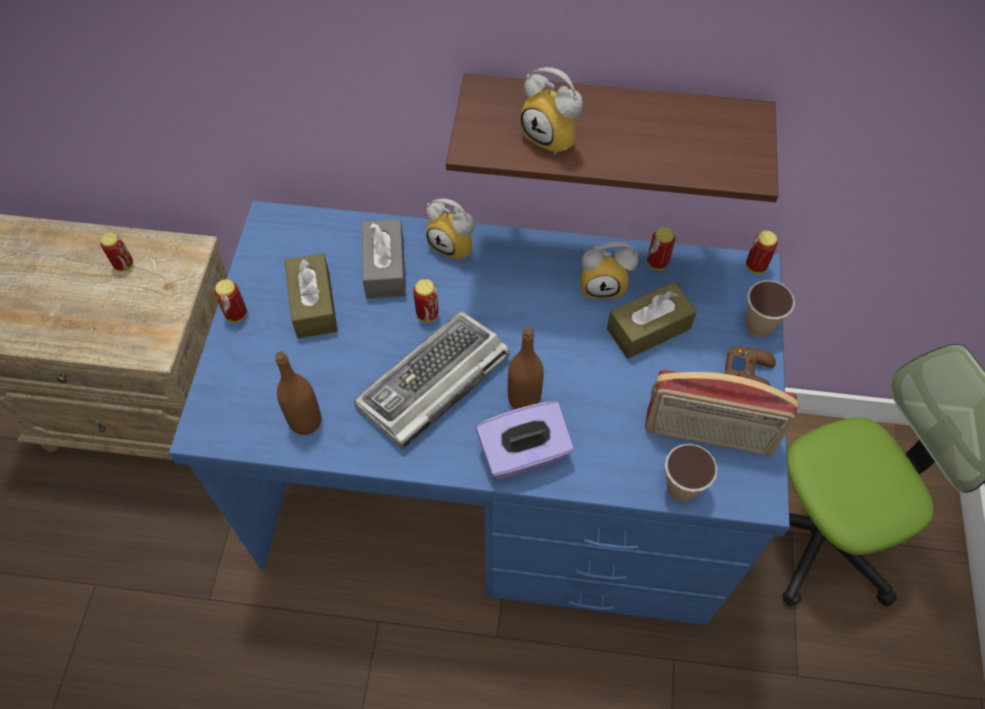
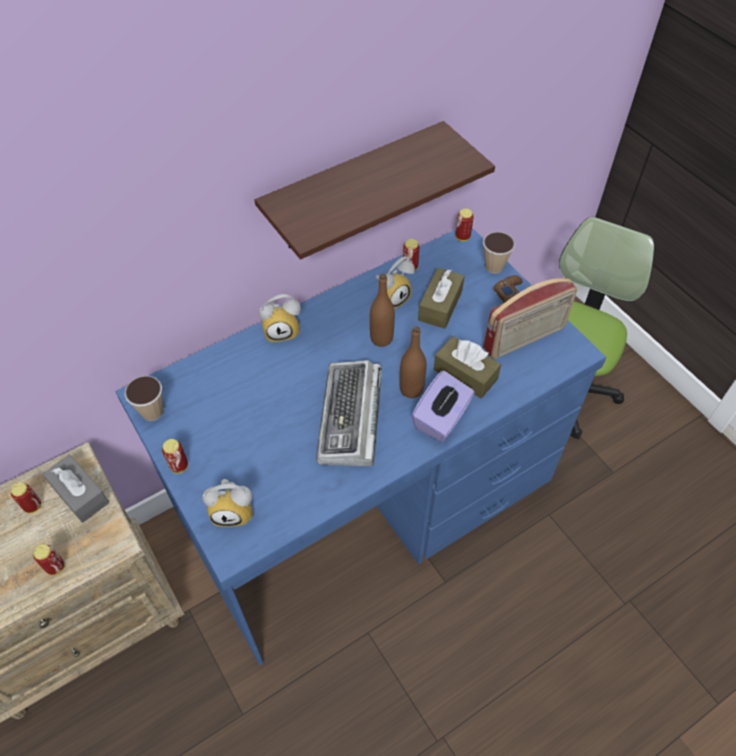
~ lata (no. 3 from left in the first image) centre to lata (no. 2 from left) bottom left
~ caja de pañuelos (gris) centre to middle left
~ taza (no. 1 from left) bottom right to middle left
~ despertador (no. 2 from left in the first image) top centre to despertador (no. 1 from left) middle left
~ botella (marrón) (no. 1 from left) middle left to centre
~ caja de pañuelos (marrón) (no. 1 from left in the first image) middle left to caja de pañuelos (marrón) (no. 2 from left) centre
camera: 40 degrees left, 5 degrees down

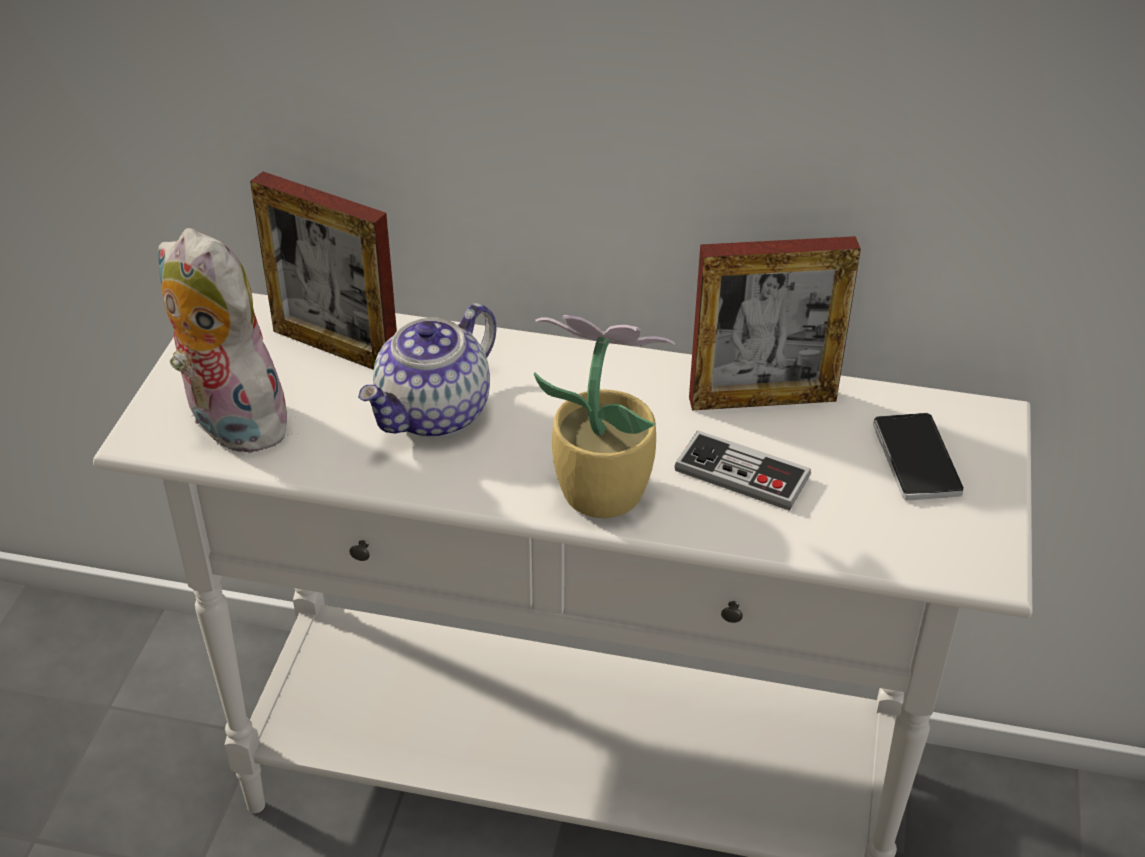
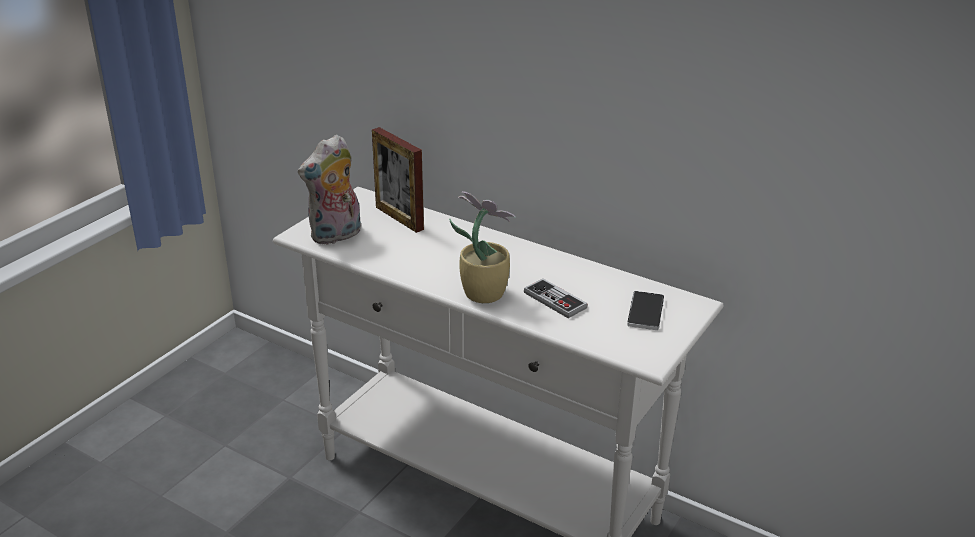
~ peluche middle left = centre 105 degrees counterclockwise
- tetera centre
- portarretratos (no. 2 from left) middle right
camera: 20 degrees right, 10 degrees down

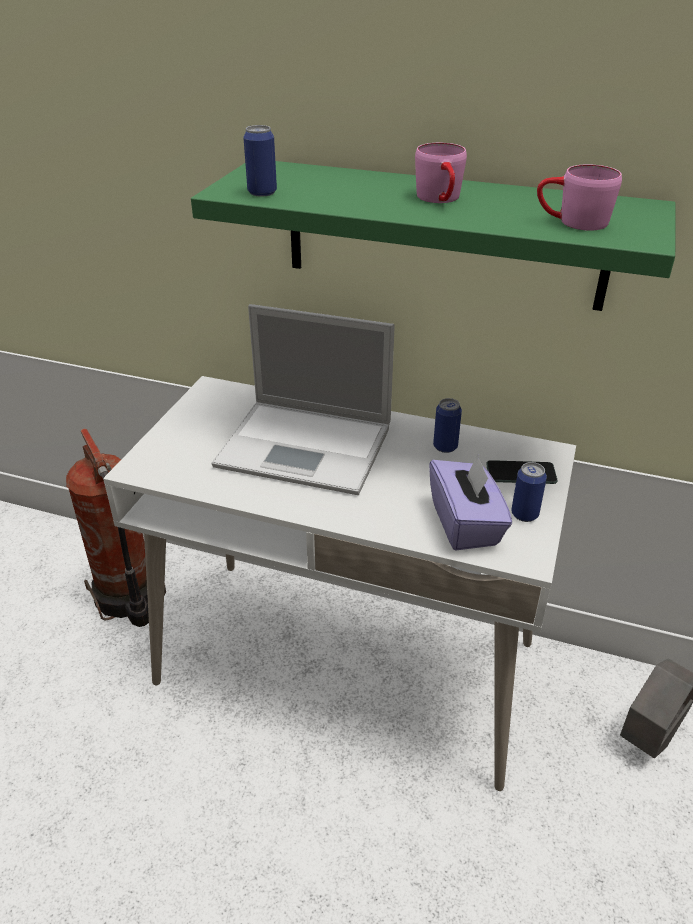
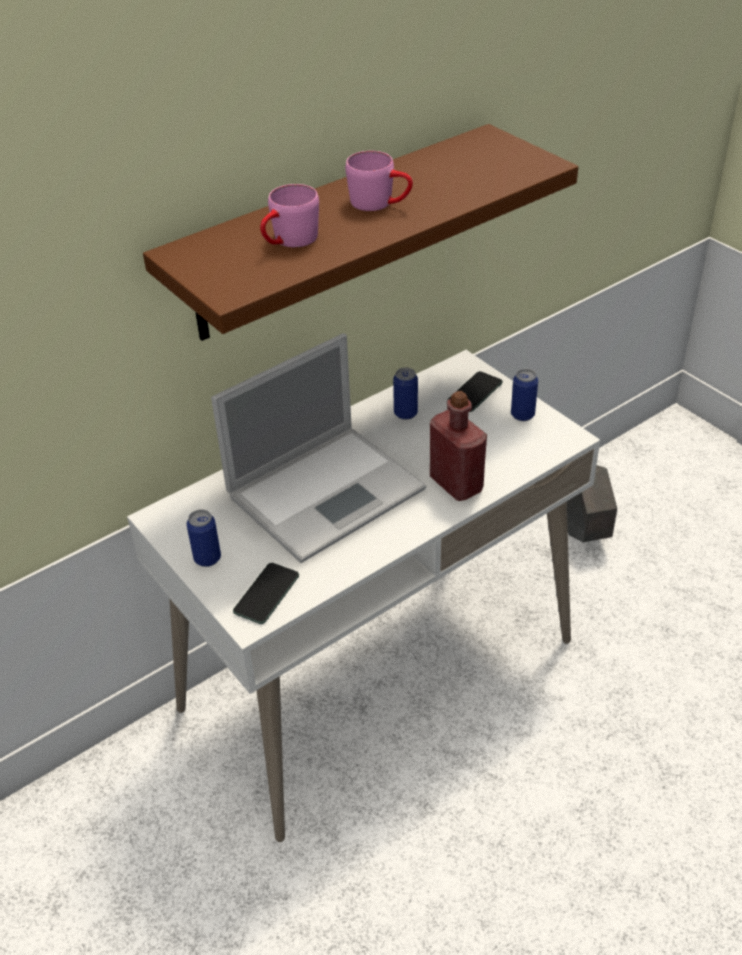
~ estante (verde) top centre to estante (marrón) top centre
~ lata (no. 1 from left) top centre to middle left
+ móvil (no. 1 from left) centre
~ taza grande (rosa) (no. 2 from left in the first image) top right to taza grande (rosa) (no. 1 from left) top centre
+ botella (rojo) centre
- extintor middle left
- caja de pañuelos (morado) middle right
camera: 55 degrees left, 5 degrees up

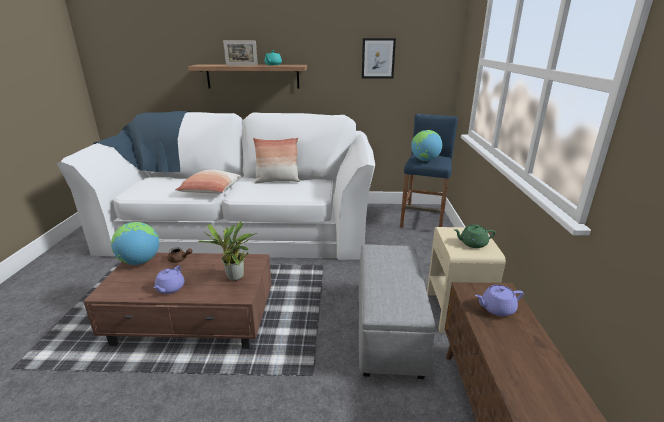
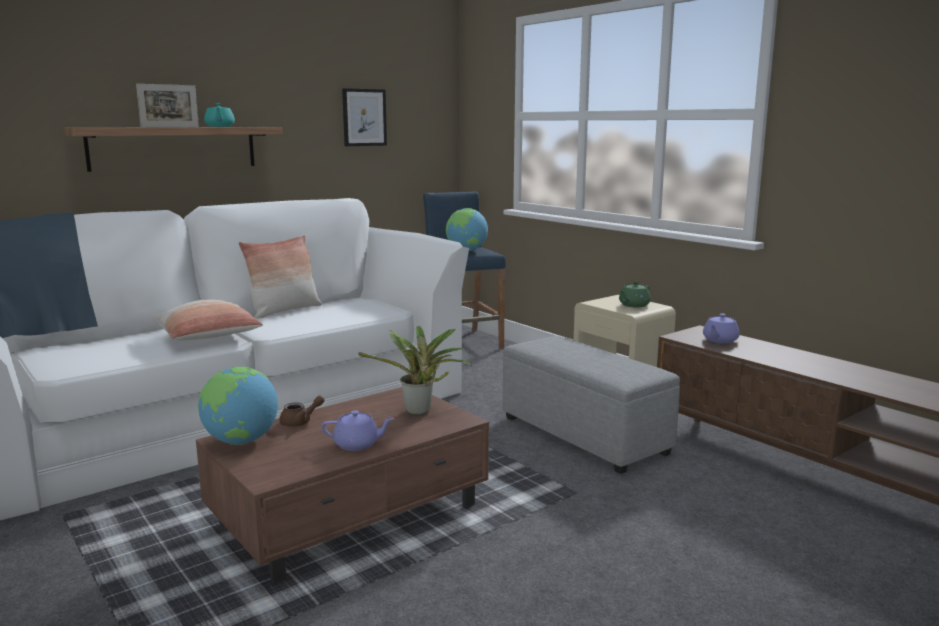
~ tetera (morado) (no. 1 from left) middle left = bottom centre 60 degrees counterclockwise
camera: 40 degrees left, 10 degrees down

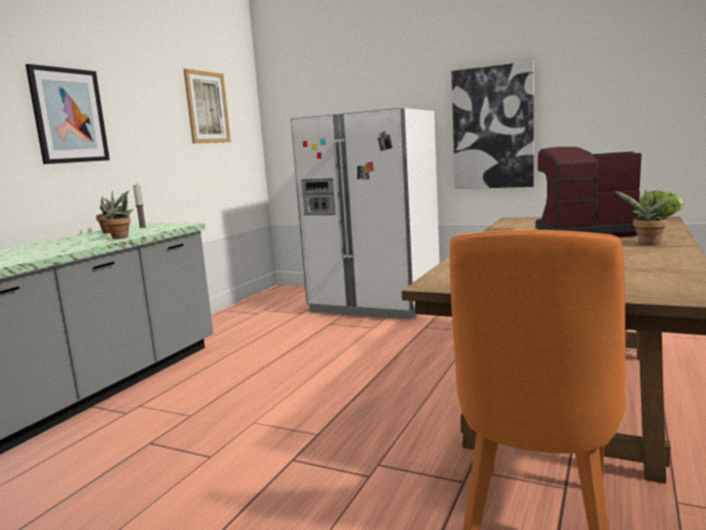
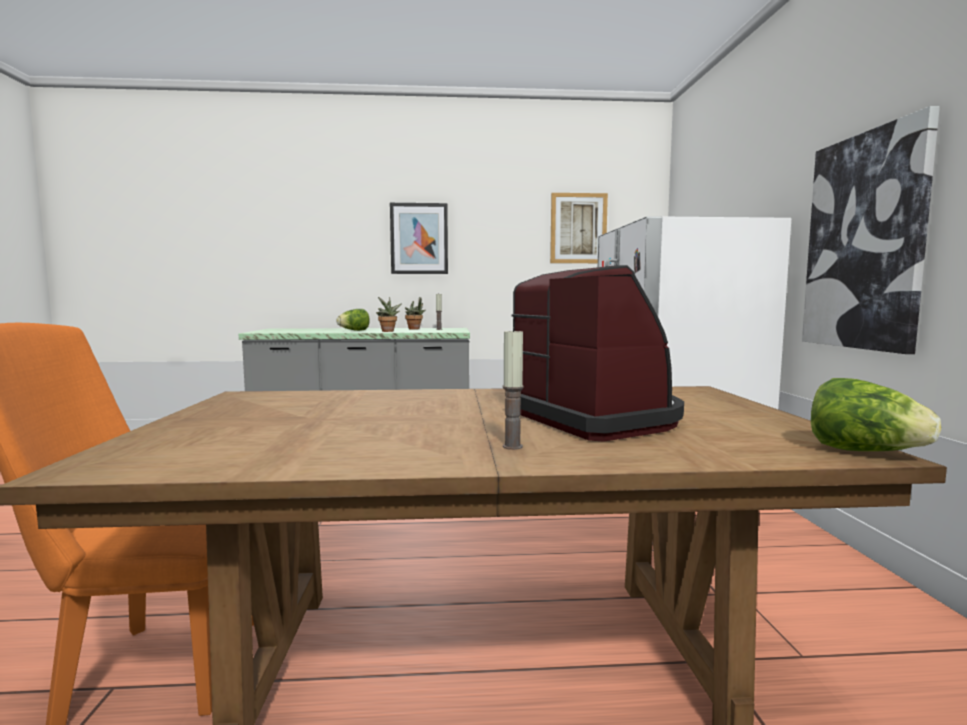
+ lechuga (no. 1 from left) centre
~ planta en maceta (no. 3 from left) middle right to vela (no. 2 from left) centre
camera: 60 degrees right, 5 degrees down

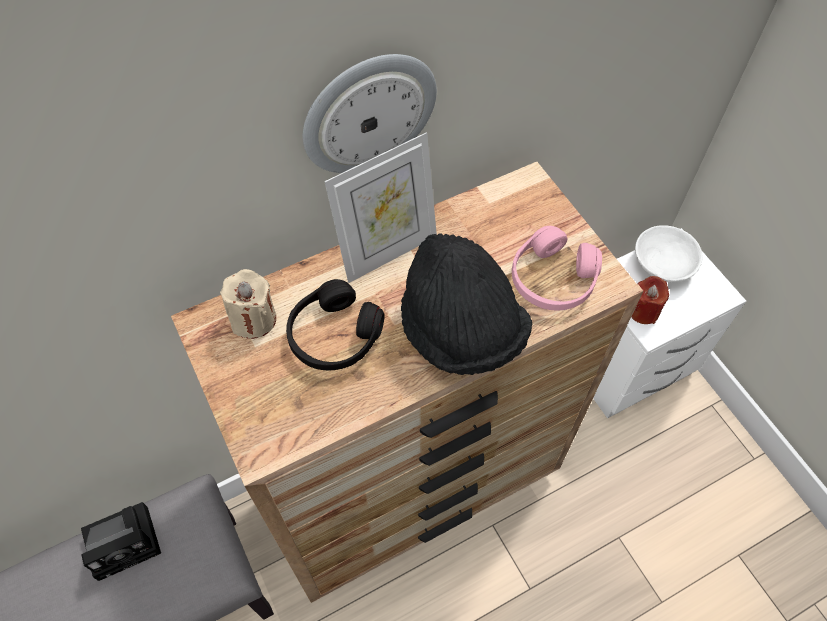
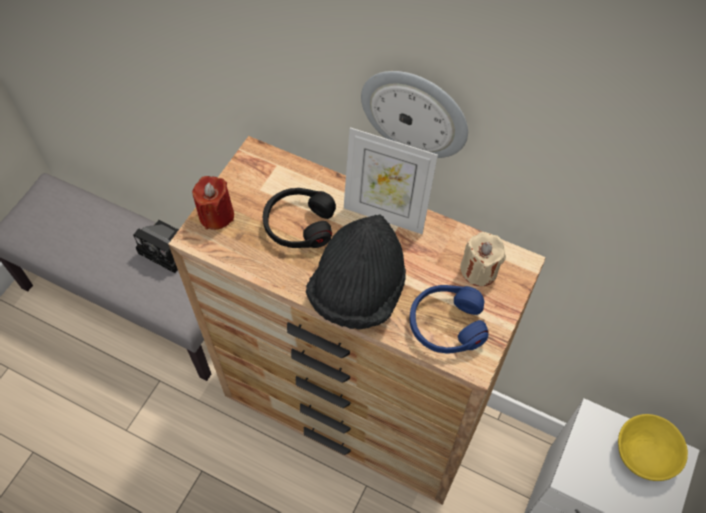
~ vela (rojo) middle right to middle left
~ auriculares (rosa) middle right to auriculares (azul) centre
~ vela (beis) middle left to middle right
~ cuenco (blanco) middle right to cuenco (amarillo) bottom right
camera: 55 degrees right, 0 degrees up

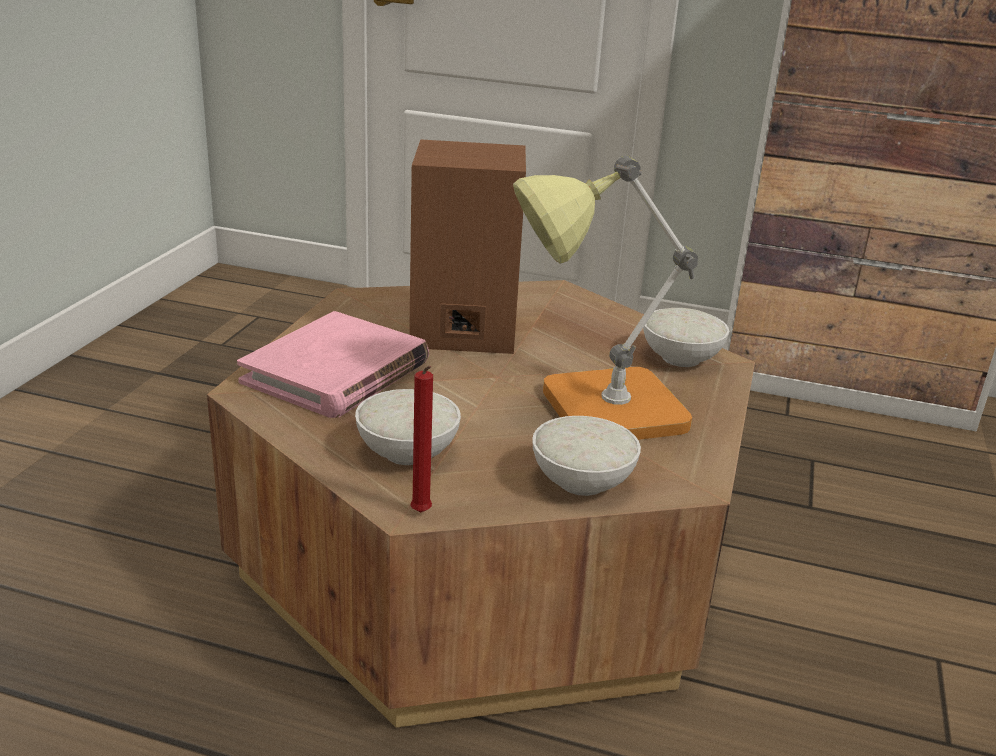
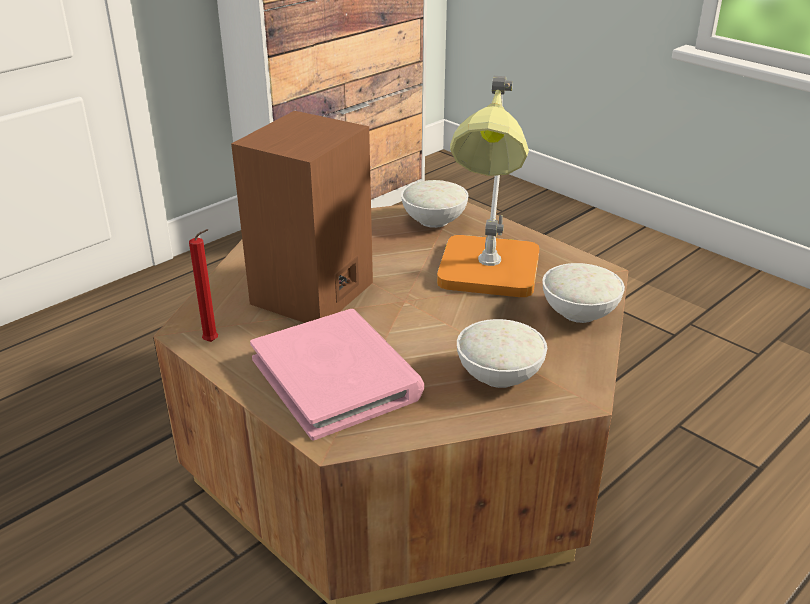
~ vela (rojo) centre to middle left
camera: 60 degrees left, 5 degrees up

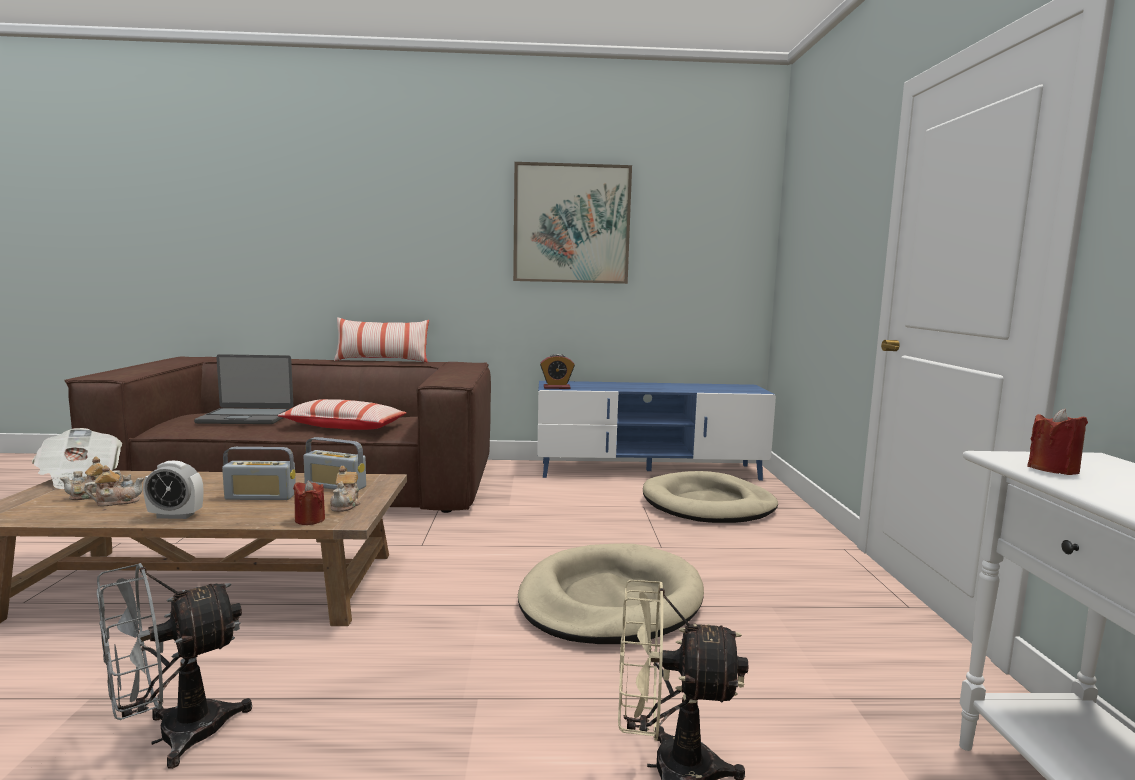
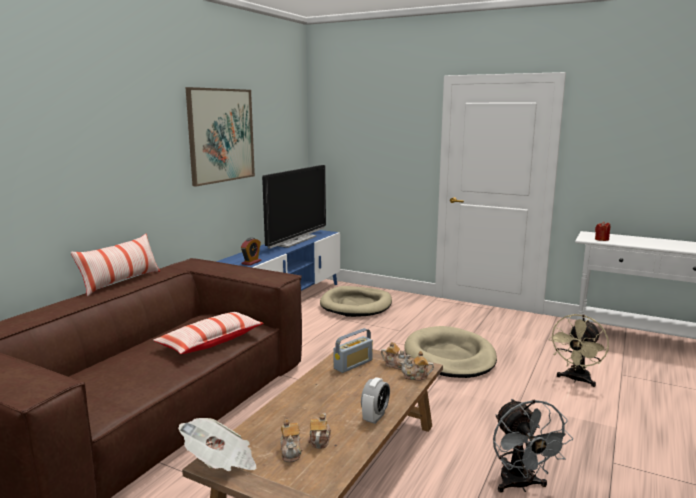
+ televisor centre
~ vela (rojo) (no. 1 from left) middle left to tetera (no. 4 from left) bottom centre
- portátil middle left
- radio (no. 1 from left) middle left
camera: 60 degrees left, 5 degrees up

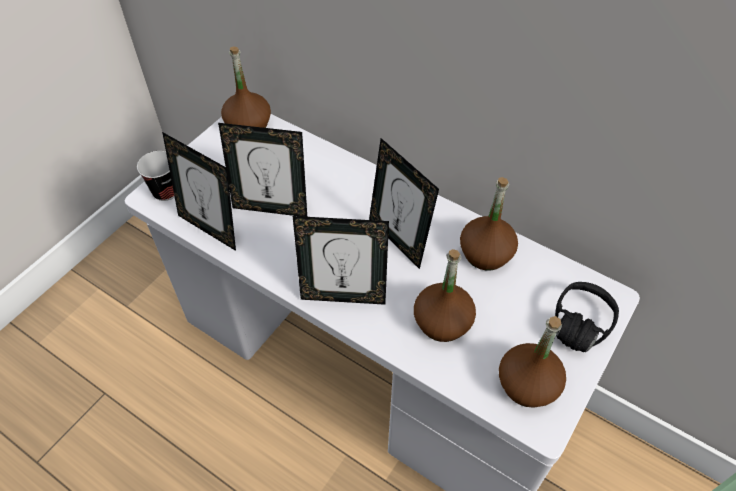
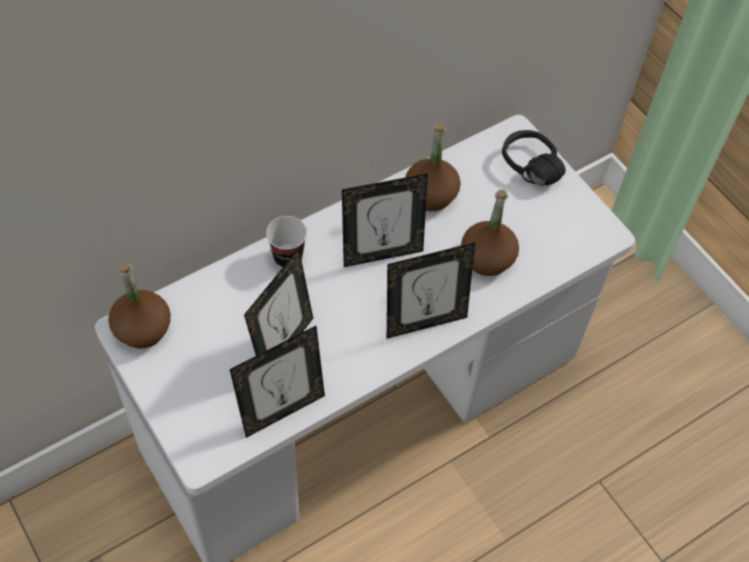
~ taza middle left to centre
~ portarretratos (no. 3 from left in the first image) centre = centre 45 degrees clockwise
- botella (marrón) (no. 4 from left) bottom right
camera: 70 degrees left, 5 degrees up

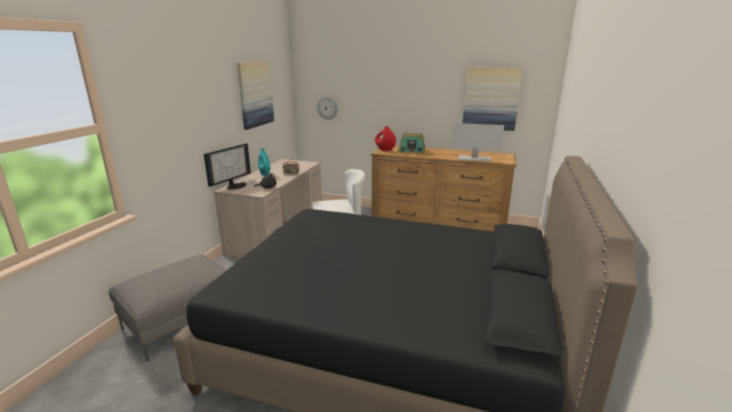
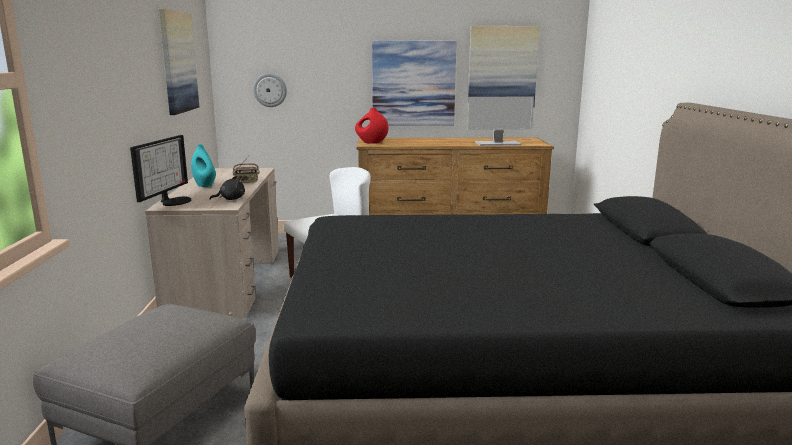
+ cuadro (no. 2 from left) top centre
- radio (no. 2 from left) centre
camera: 20 degrees left, 5 degrees down

